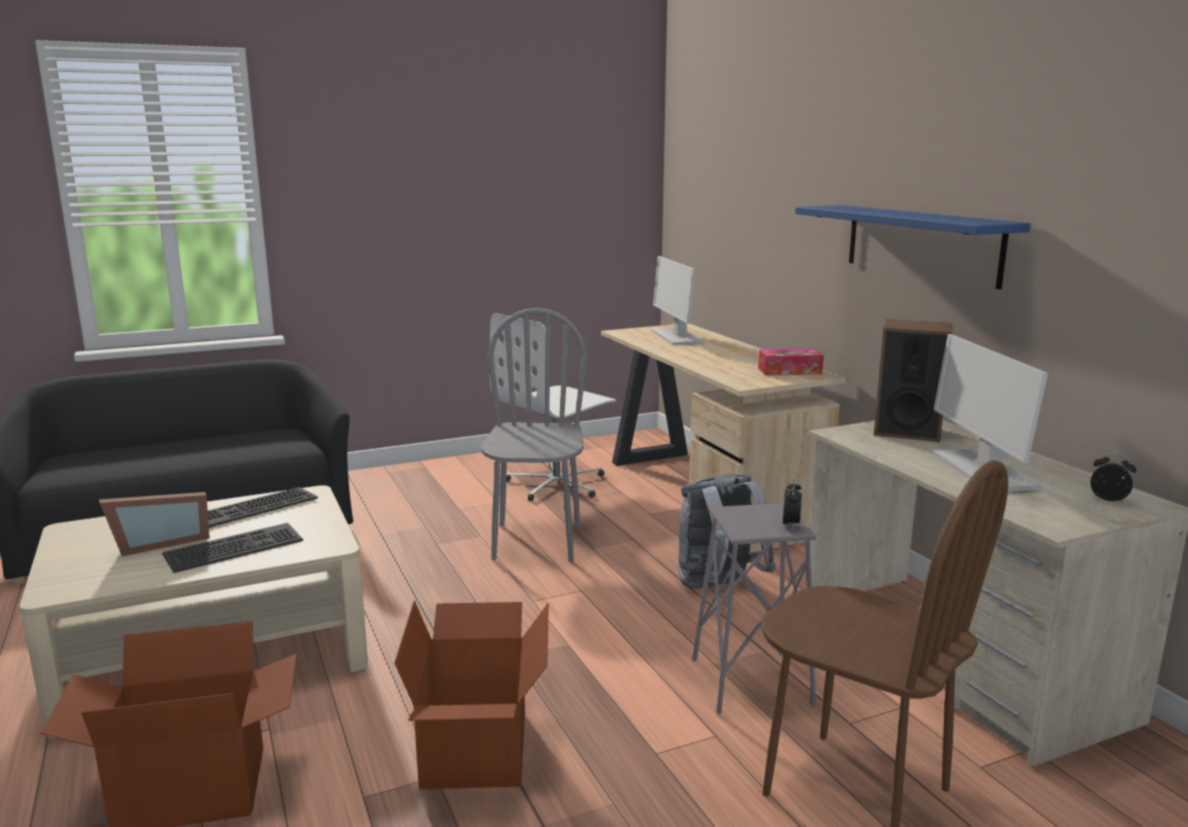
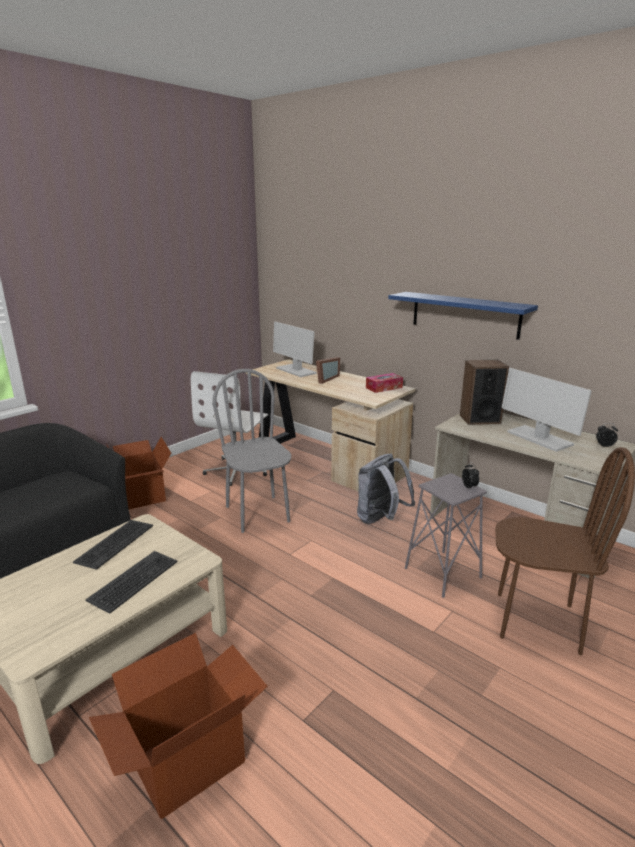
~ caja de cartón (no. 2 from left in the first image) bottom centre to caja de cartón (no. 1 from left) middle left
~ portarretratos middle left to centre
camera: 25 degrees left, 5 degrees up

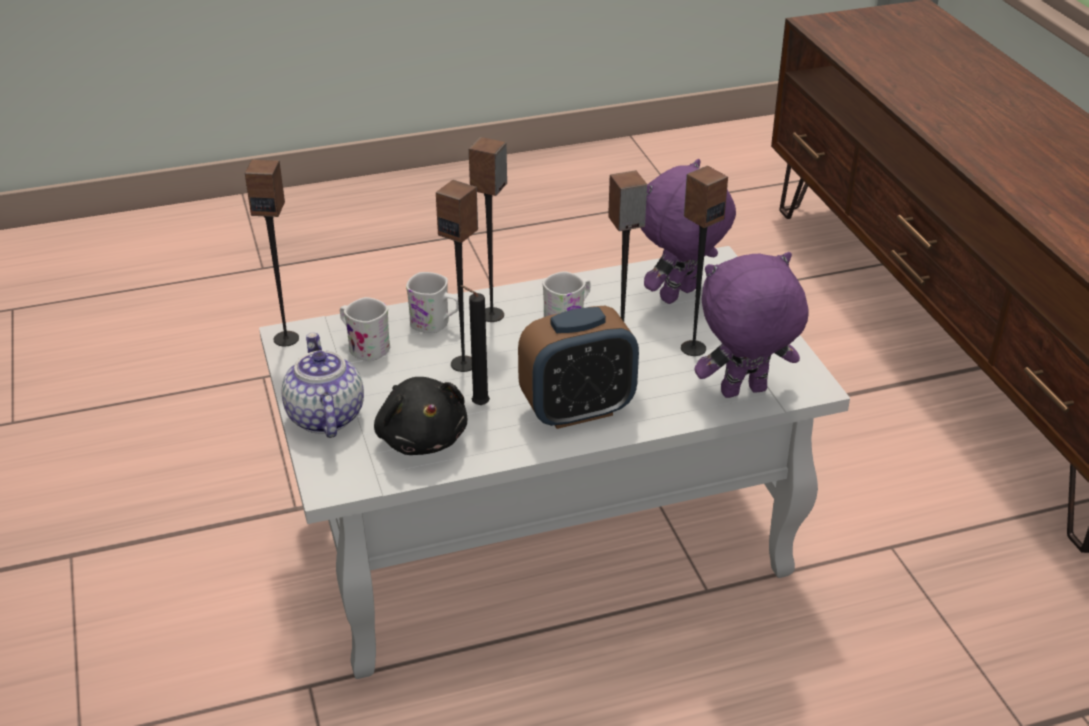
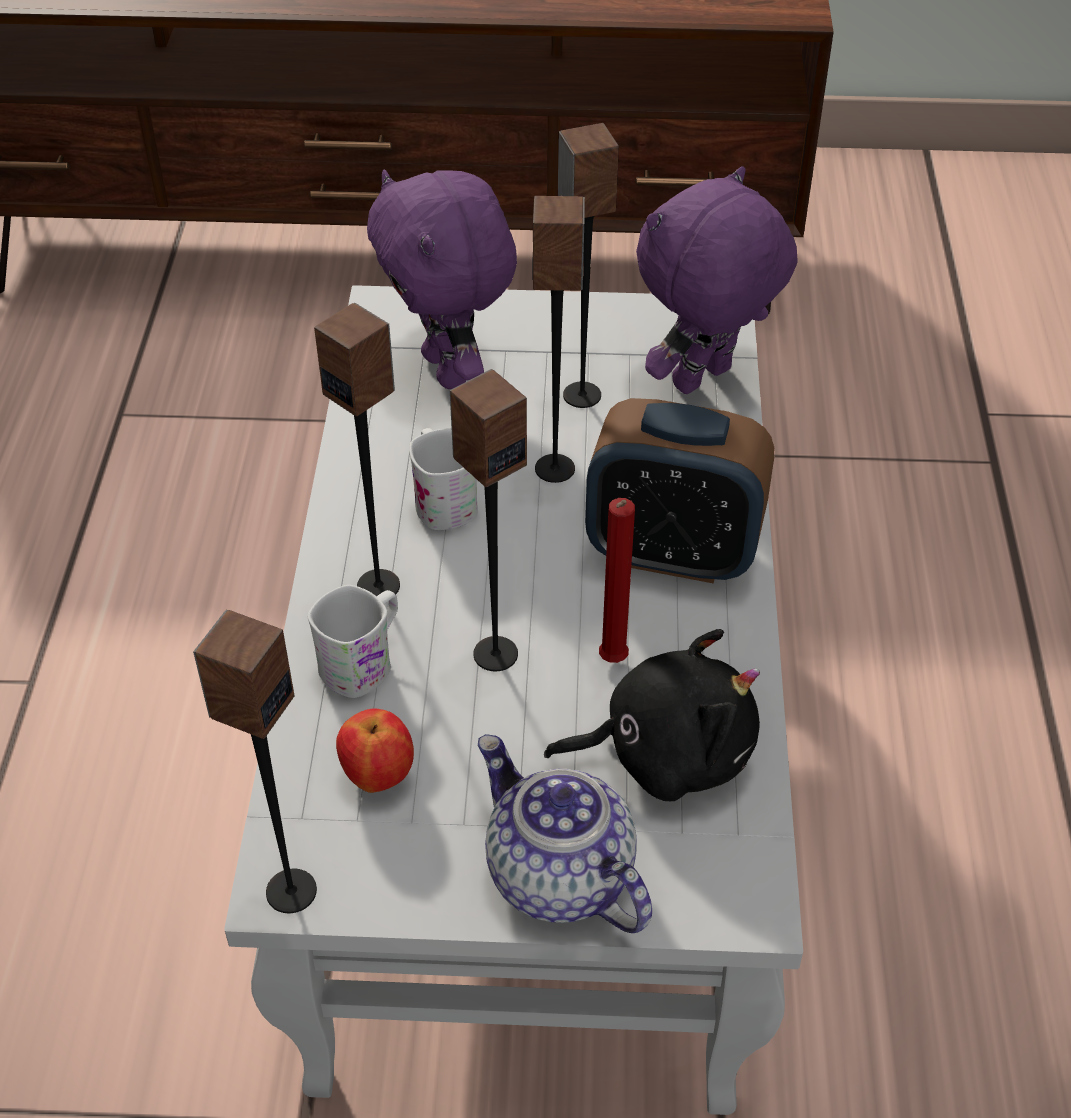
~ taza grande (blanco) (no. 1 from left) centre to manzana bottom centre
~ tetera middle left = bottom centre 45 degrees clockwise
~ despertador centre = centre 105 degrees clockwise
~ vela (negro) centre to vela (rojo) centre
~ peluche (morado) (no. 2 from left) middle right = top right 45 degrees clockwise
camera: 70 degrees left, 10 degrees up

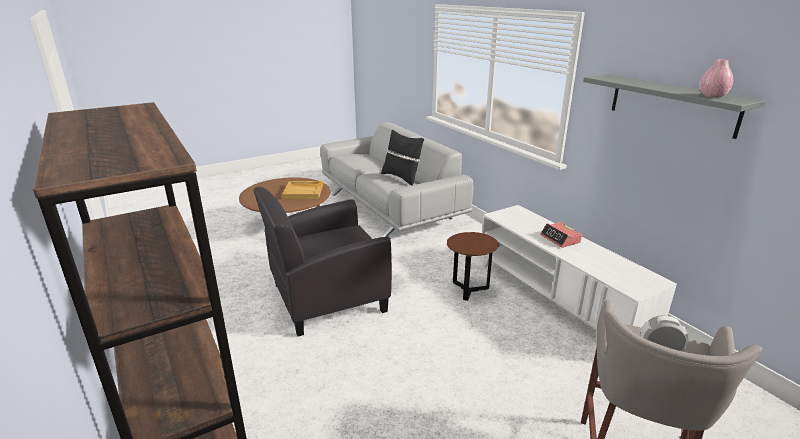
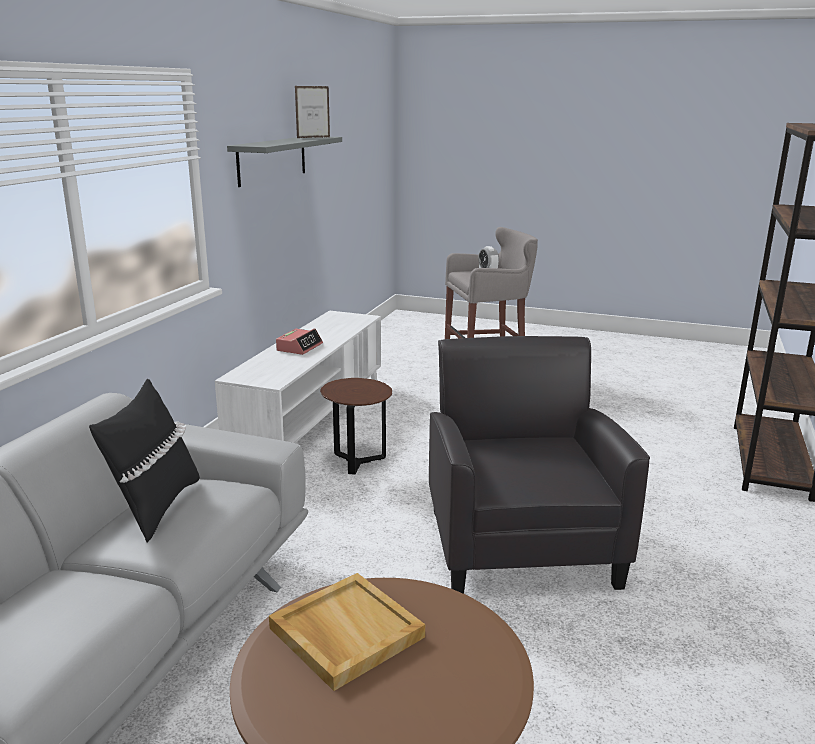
~ florero (rosa) top right to portarretratos top centre
~ sillón (negro) centre = centre 120 degrees counterclockwise
camera: 130 degrees left, 5 degrees down

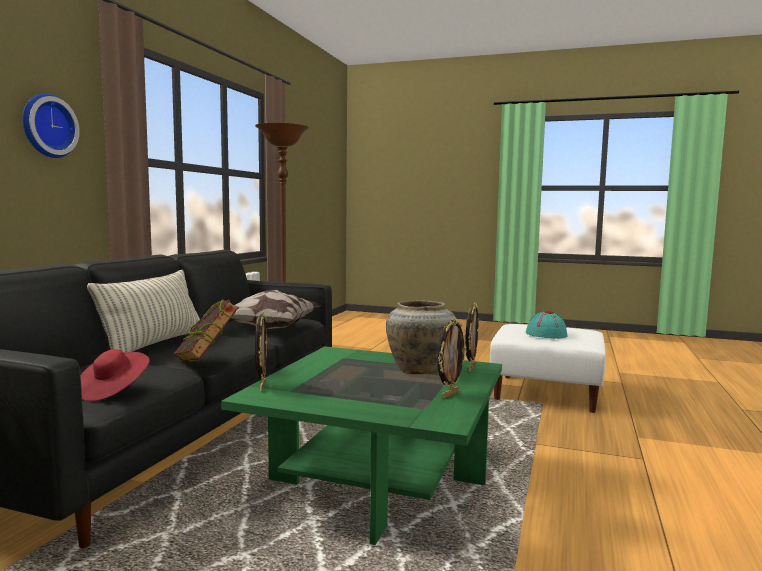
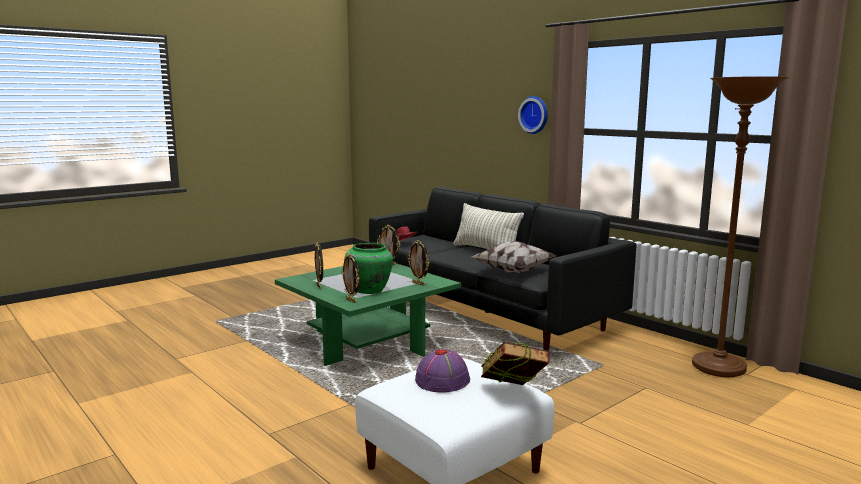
~ florero (beis) centre to florero (verde) centre
+ portarretratos (no. 4 from left) centre
~ sombrero (turquesa) middle right to sombrero (morado) bottom centre
~ libro middle left to bottom centre
camera: 120 degrees right, 5 degrees up

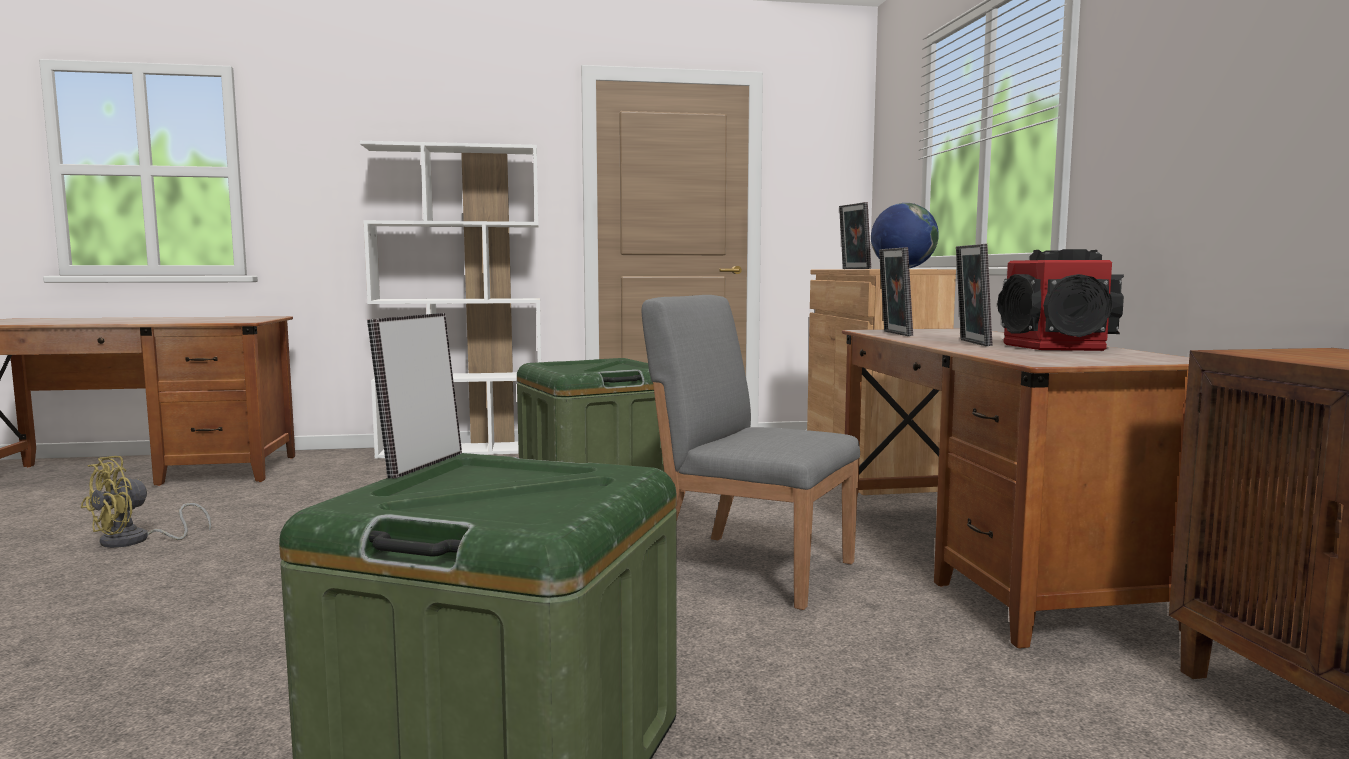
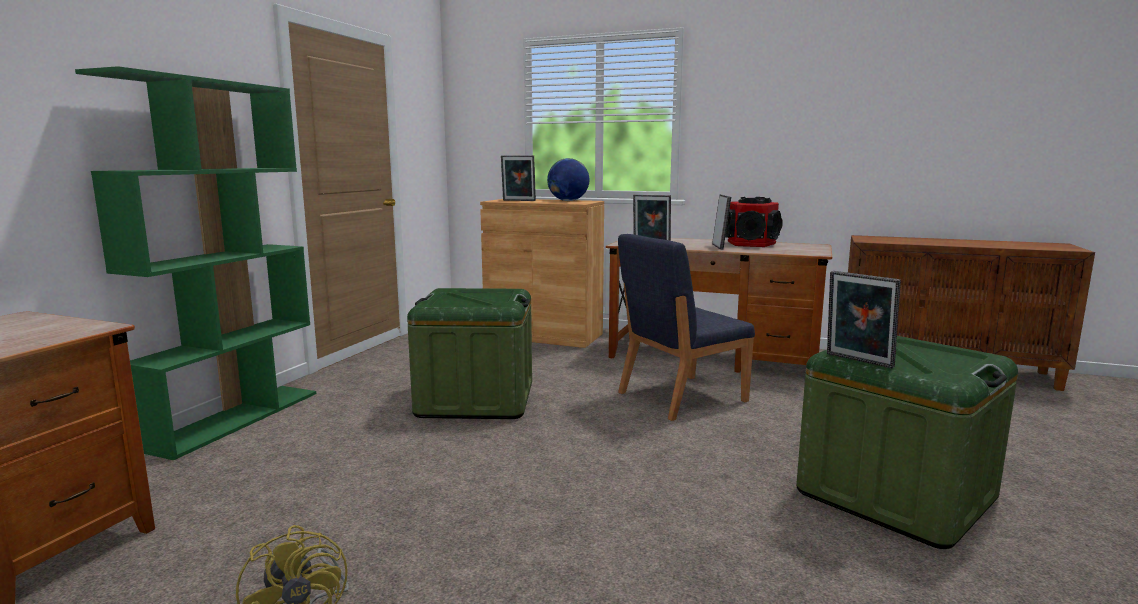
~ estantería (blanco) centre to estantería (verde) middle left
~ silla (gris) centre to silla (azul) centre
~ portarretratos (no. 4 from left in the first image) middle right = centre 120 degrees counterclockwise
camera: 60 degrees left, 5 degrees up

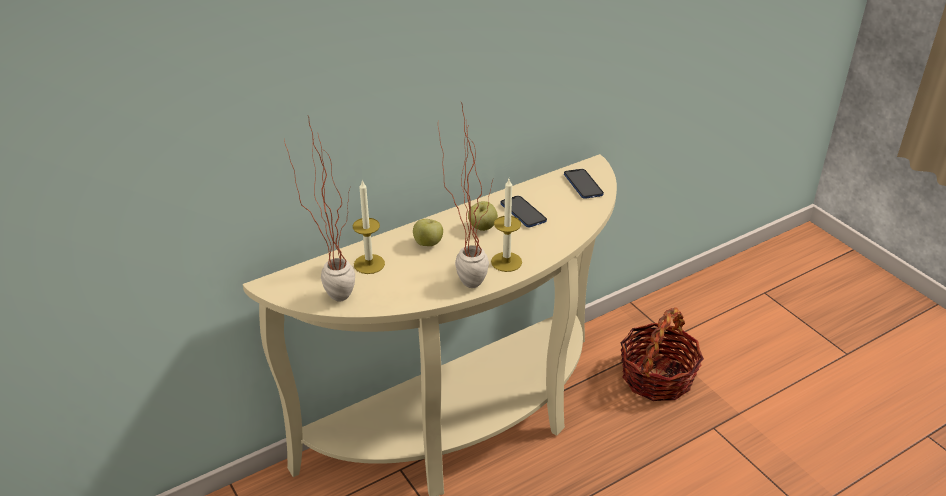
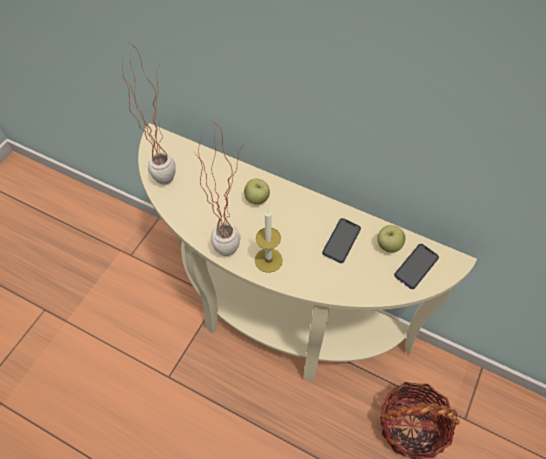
~ manzana (no. 2 from left) centre to middle right
- vela (no. 1 from left) centre
camera: 60 degrees right, 20 degrees up

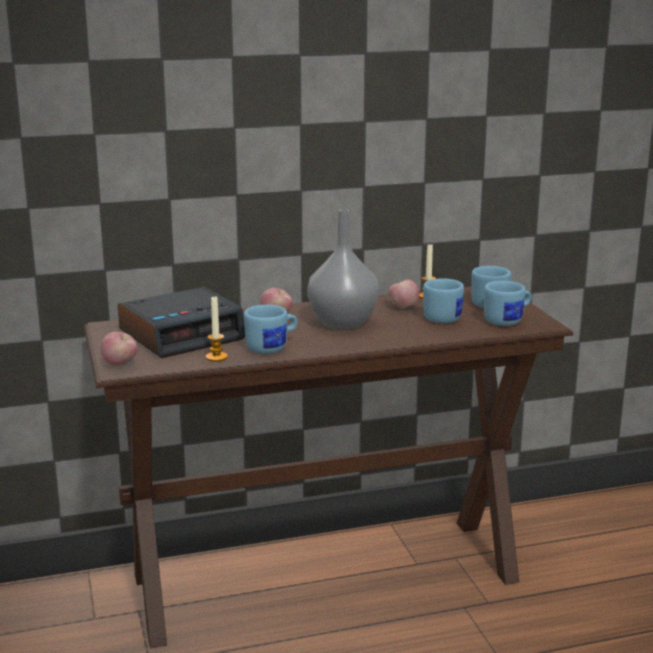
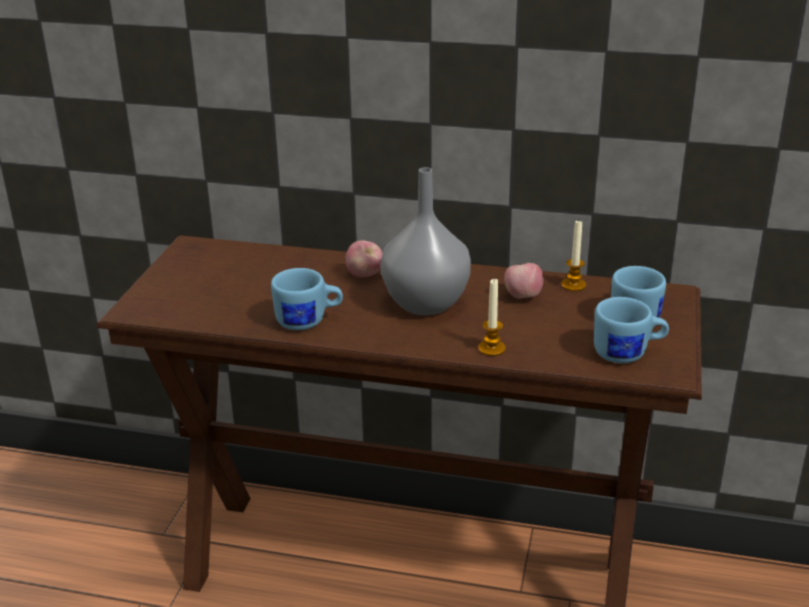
~ vela (no. 1 from left) middle left to centre
- manzana (no. 1 from left) middle left
- despertador middle left
- taza grande (azul) (no. 2 from left) middle right
camera: 30 degrees right, 10 degrees up

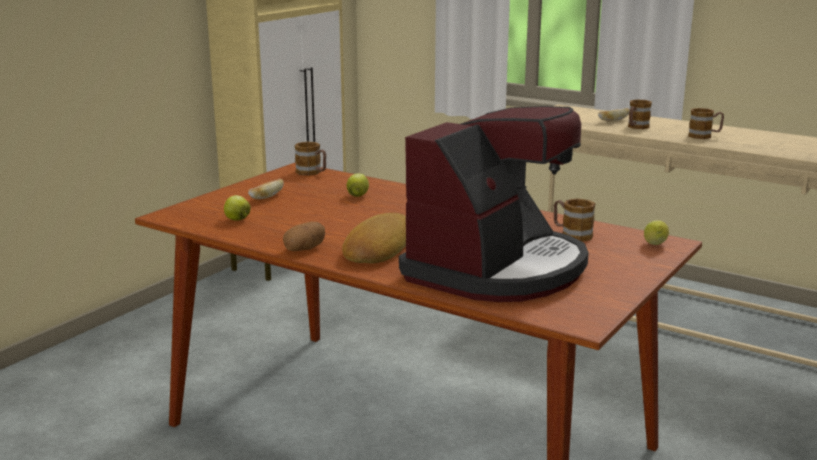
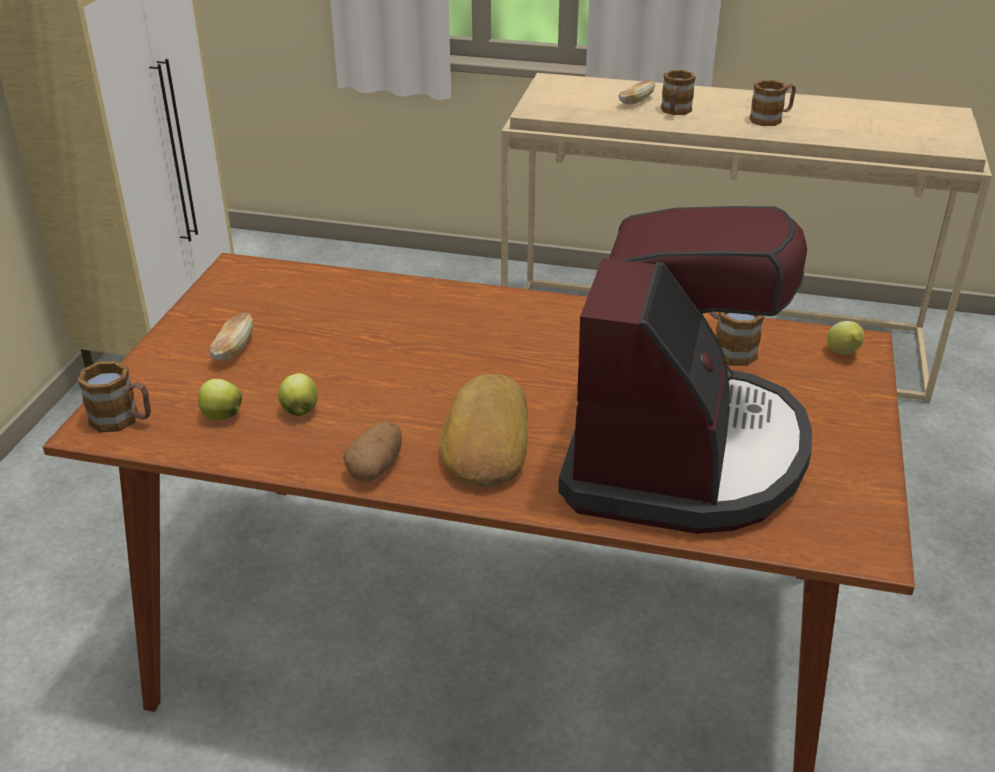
~ taza grande (no. 1 from left) centre to middle left
~ manzana (no. 2 from left) centre to middle left
camera: 20 degrees left, 15 degrees up

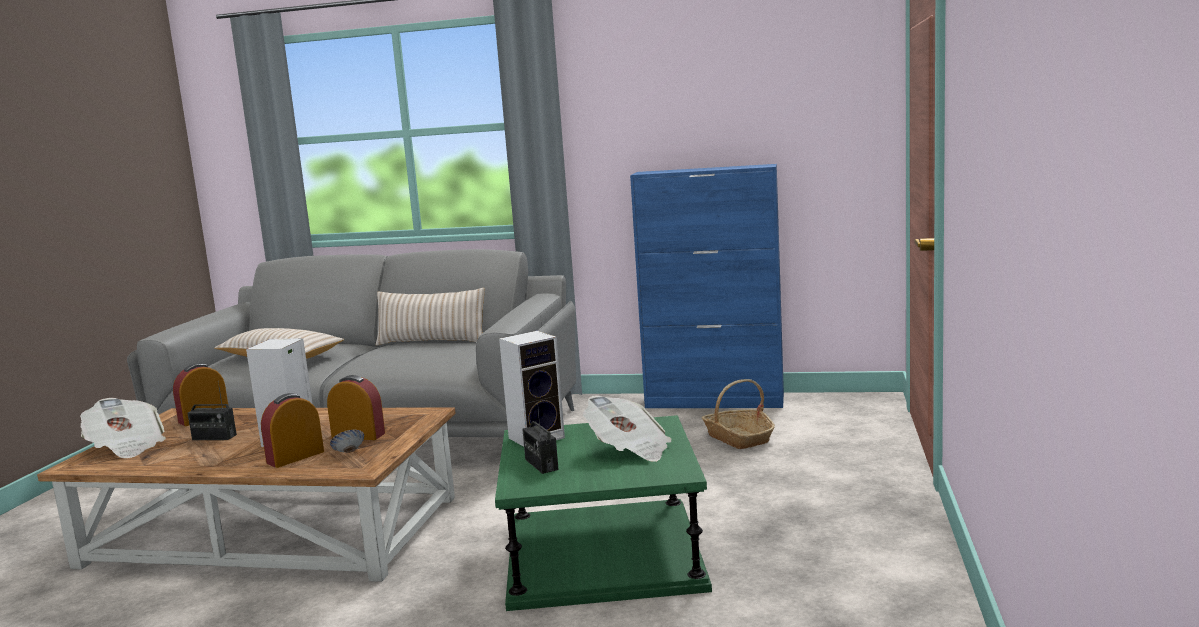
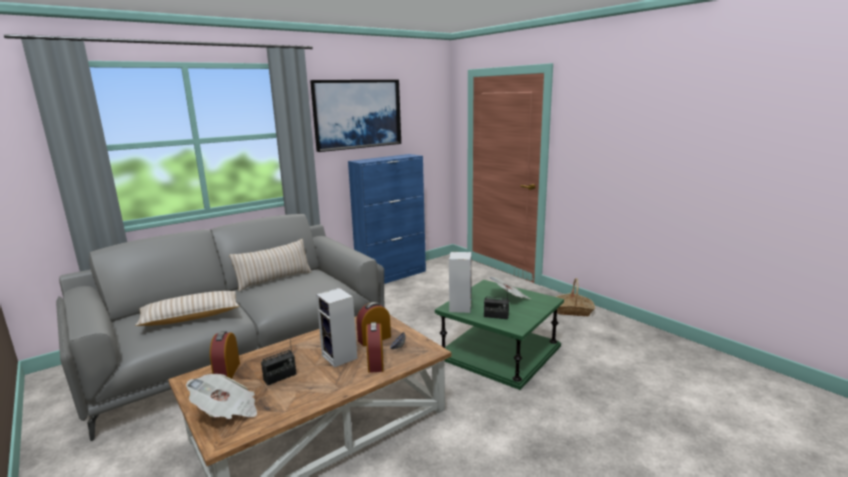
+ cuadro top centre
~ cesta centre to middle right
camera: 50 degrees left, 5 degrees up

